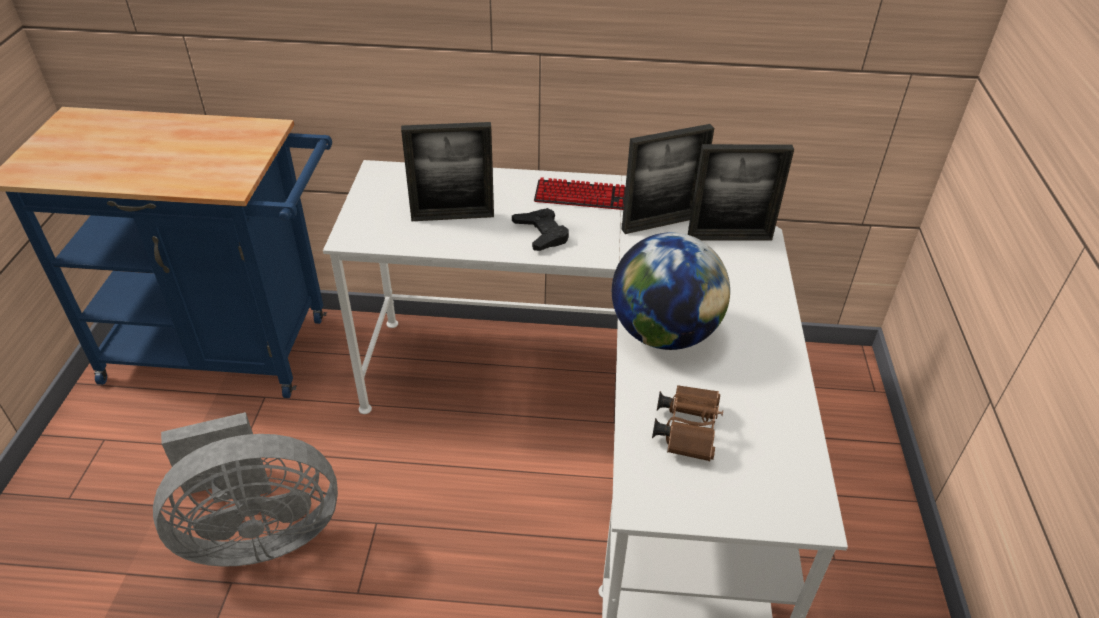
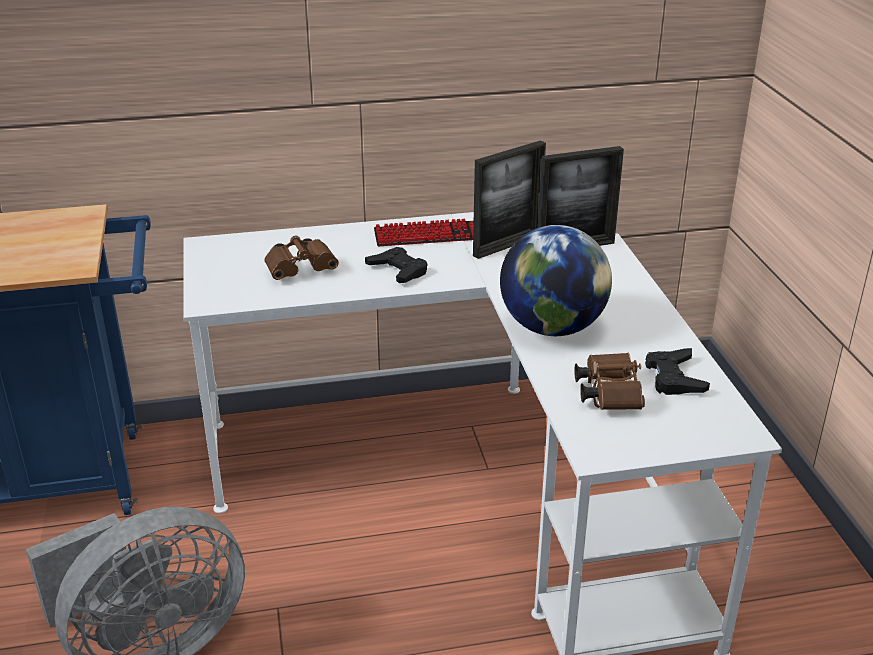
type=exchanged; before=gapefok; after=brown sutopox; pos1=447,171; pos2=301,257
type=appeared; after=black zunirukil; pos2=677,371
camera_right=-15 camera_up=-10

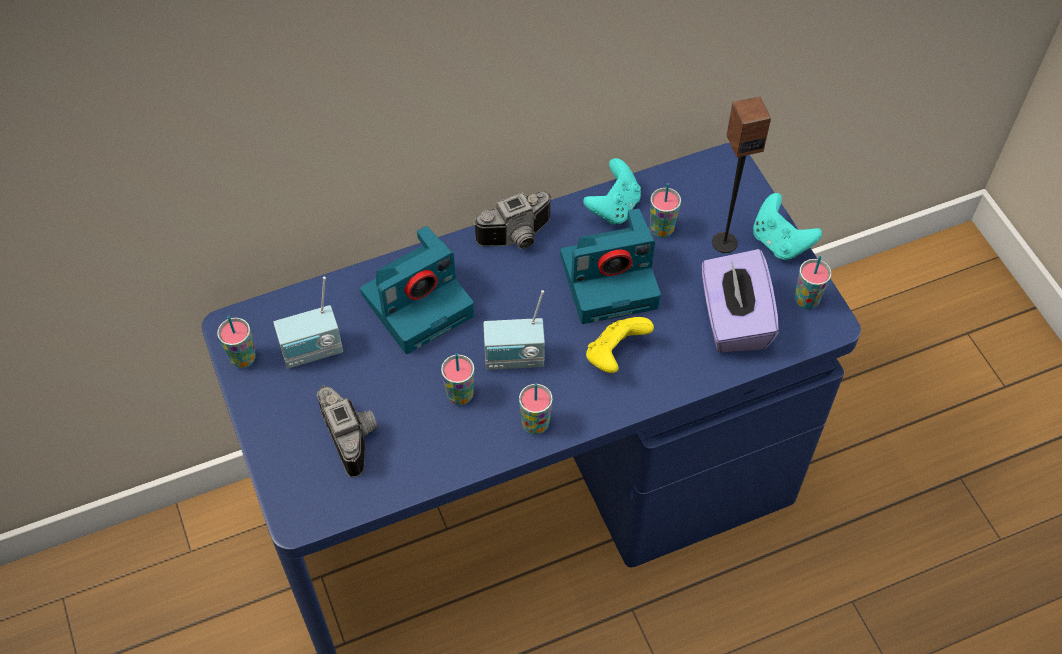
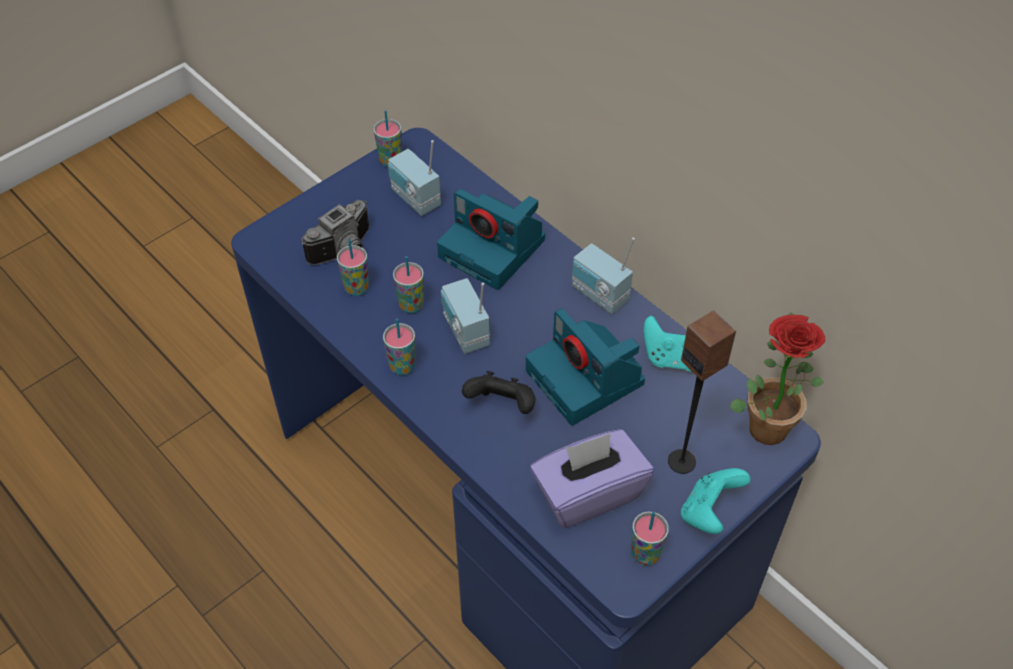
type=exchanged; before=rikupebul; after=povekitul; pos1=512,220; pos2=603,275
type=colour; before=yellow zunirukil; after=black zunirukil; pos1=620,345; pos2=498,392
type=relocated; before=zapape; pos1=665,210; pos2=353,267
type=appeared; after=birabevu; pos2=777,379
camera_right=70 camera_up=-5

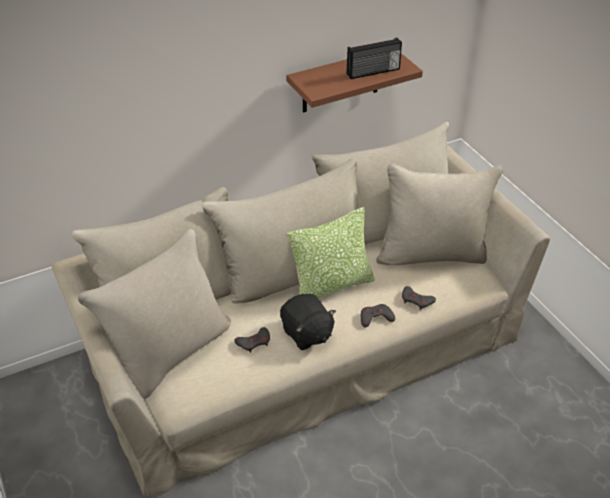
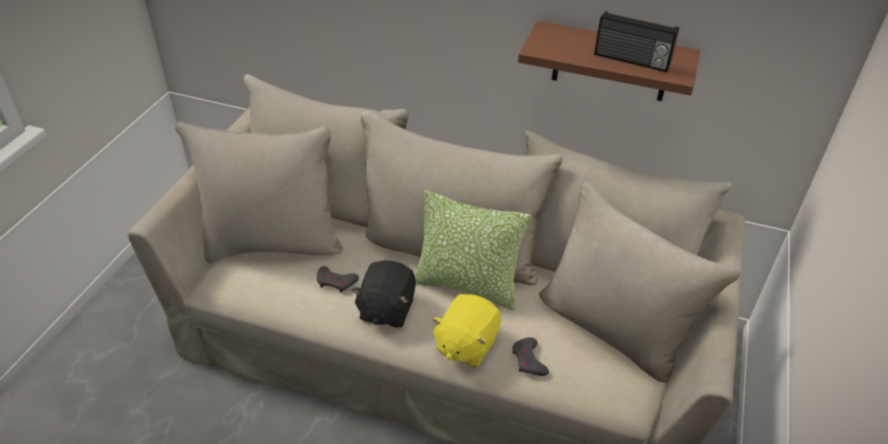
type=exchanged; before=grey zunirukil; after=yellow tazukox; pos1=378,315; pos2=466,330
camera_right=45 camera_up=0

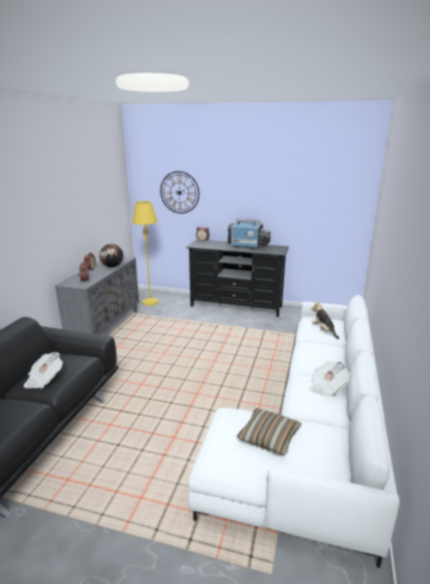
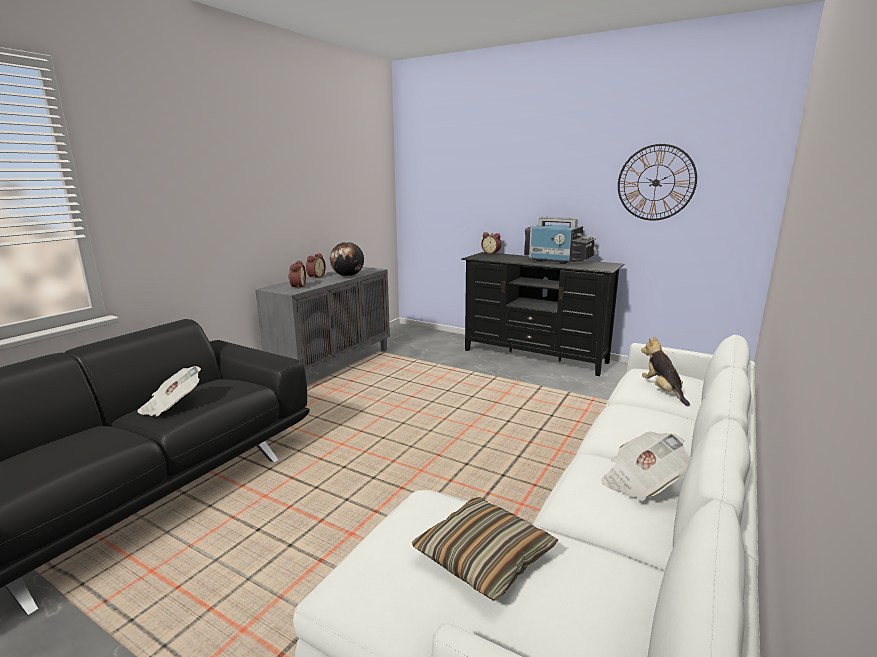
type=missing; before=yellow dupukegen; pos1=145,253
type=relocated; before=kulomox; pos1=179,192; pos2=657,182
camera_right=15 camera_up=-5

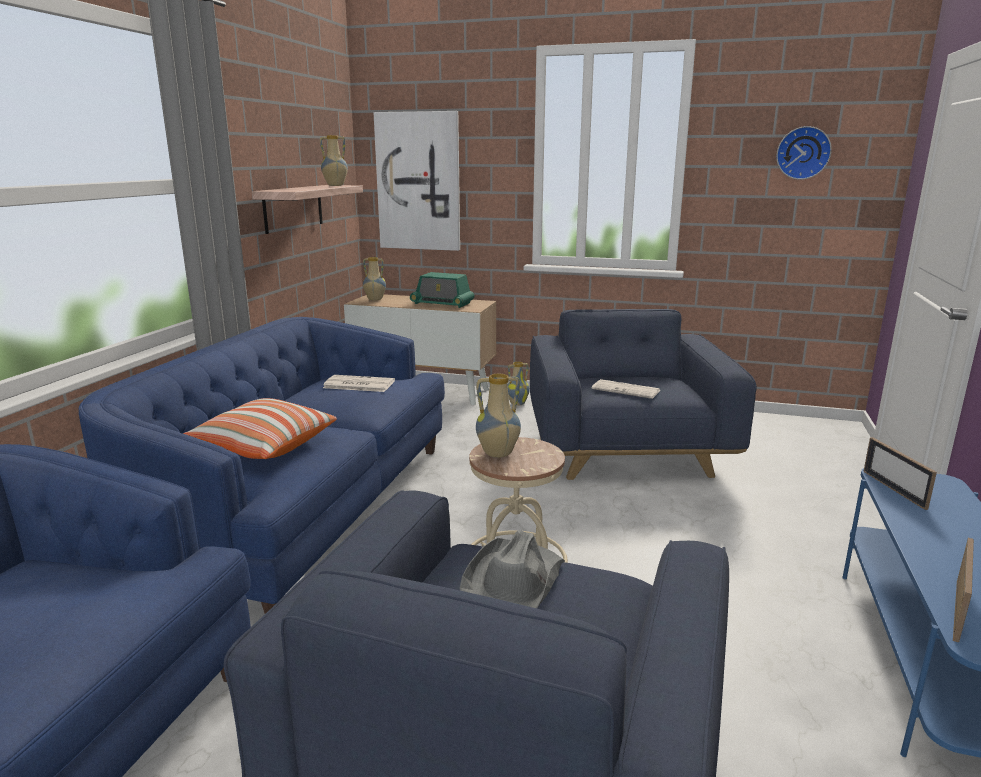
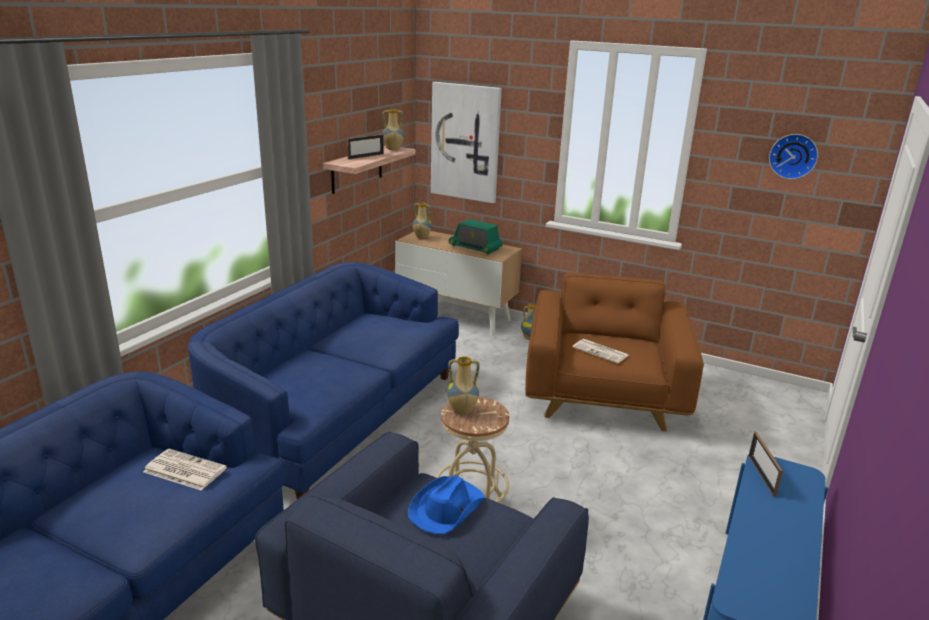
type=missing; before=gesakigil; pos1=260,428
type=relocated; before=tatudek; pos1=359,383; pos2=185,470
type=colour; before=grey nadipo; after=blue nadipo; pos1=512,569; pos2=447,504
type=colour; before=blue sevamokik; after=brown sevamokik; pos1=643,394; pos2=614,351
type=relocated; before=gapefok; pos1=963,590; pos2=365,147
camera_right=10 camera_up=5

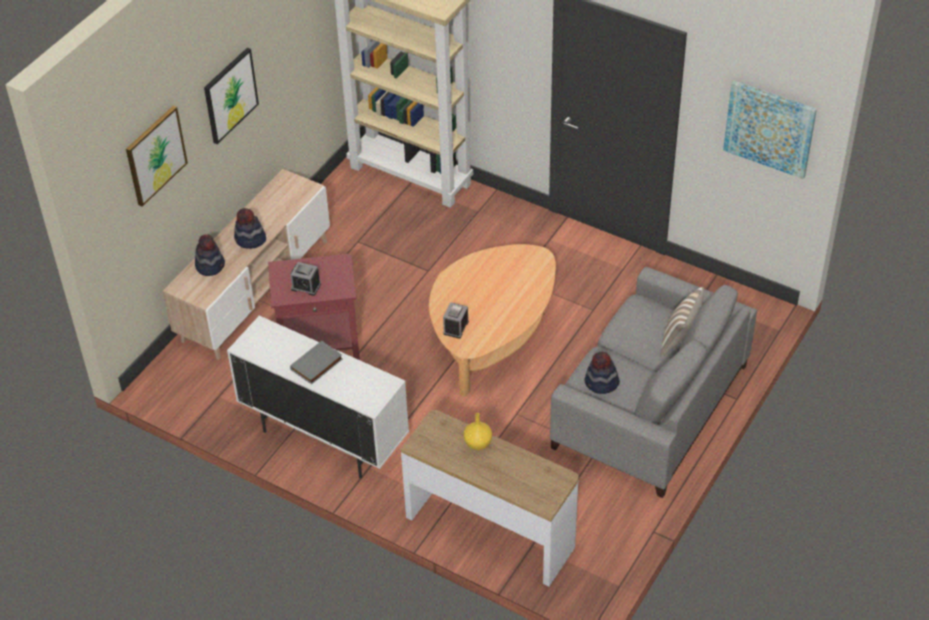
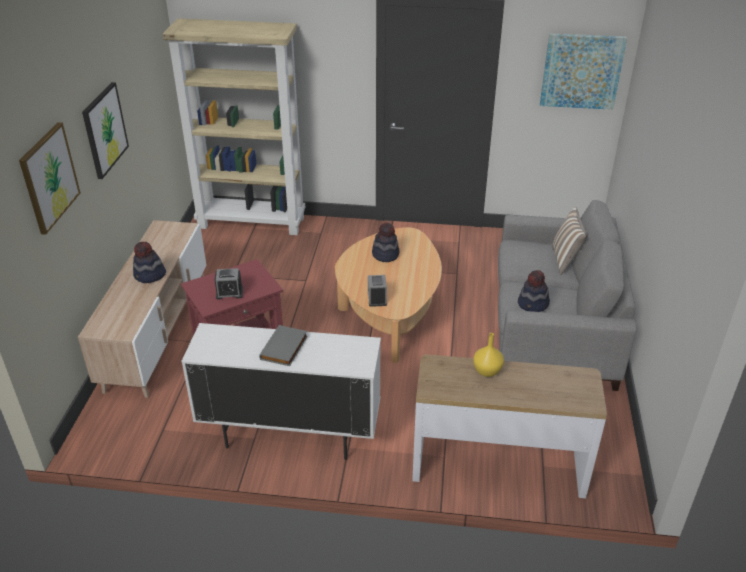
type=relocated; before=nadipo; pos1=210,255; pos2=386,242
camera_right=-25 camera_up=-10

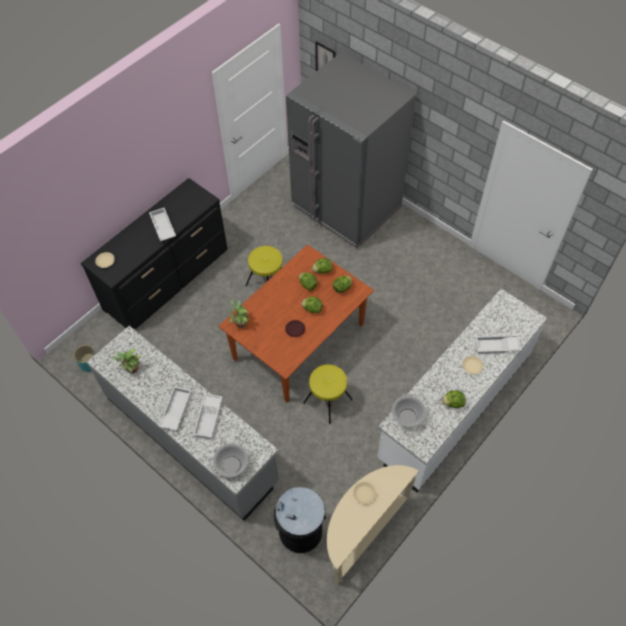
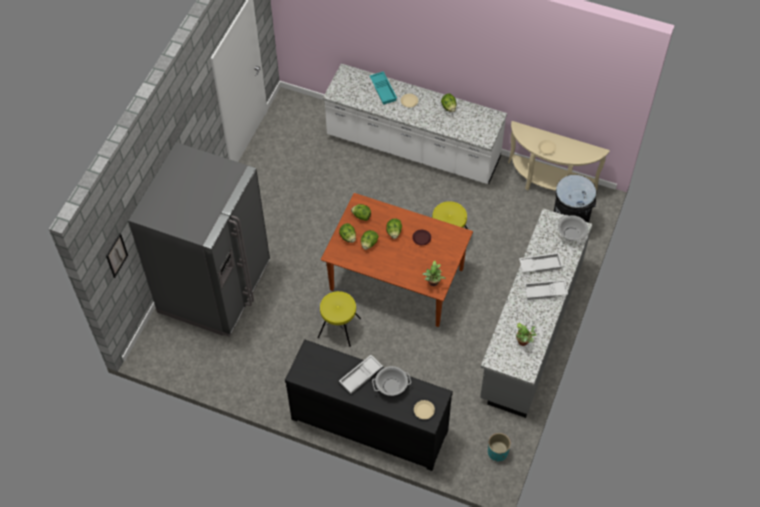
type=relocated; before=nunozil; pos1=409,412; pos2=391,381
type=colour; before=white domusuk; after=turquoise domusuk; pos1=498,344; pos2=383,88
camera_right=-110 camera_up=0

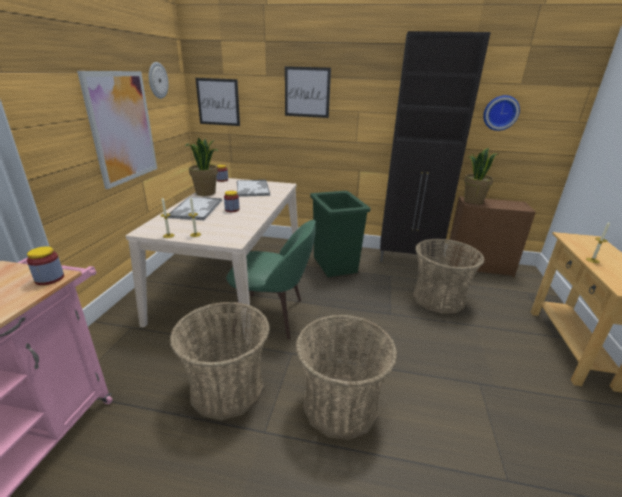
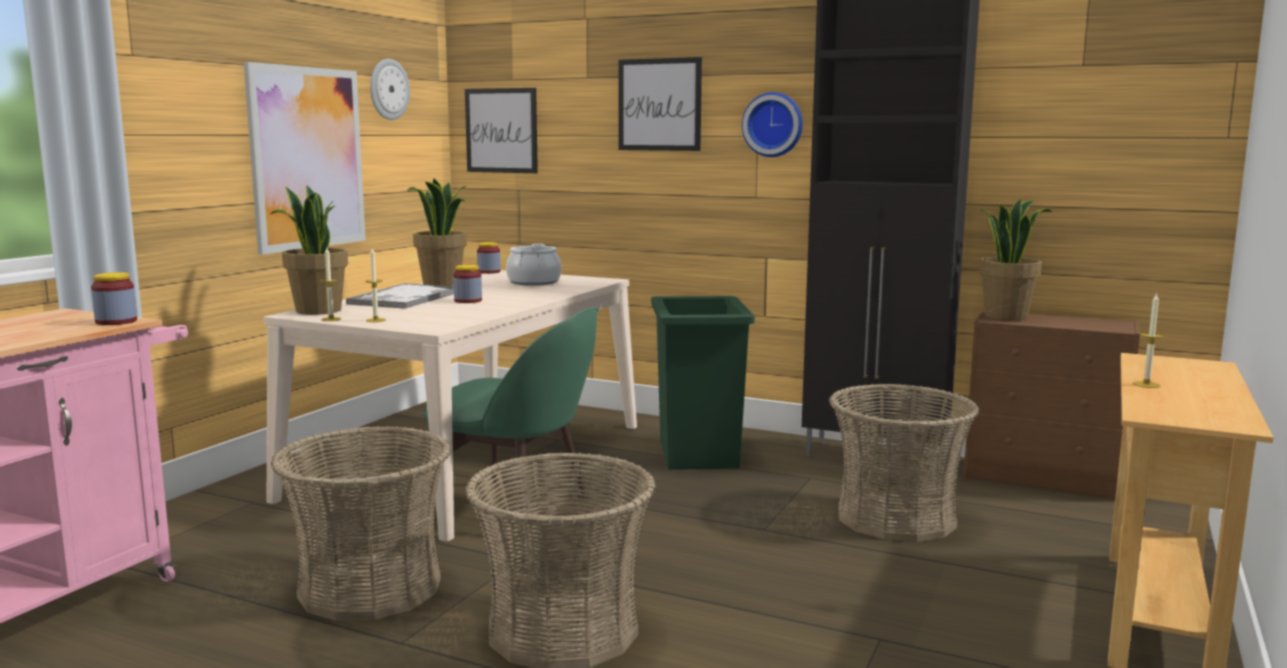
type=exchanged; before=domusuk; after=nunozil; pos1=253,188; pos2=534,265
type=relocated; before=kulomox; pos1=501,113; pos2=772,124
type=appeared; after=birabevu; pos2=309,250
camera_right=15 camera_up=-15

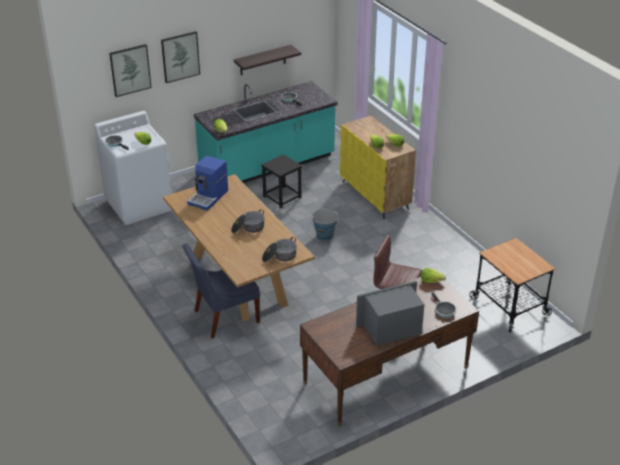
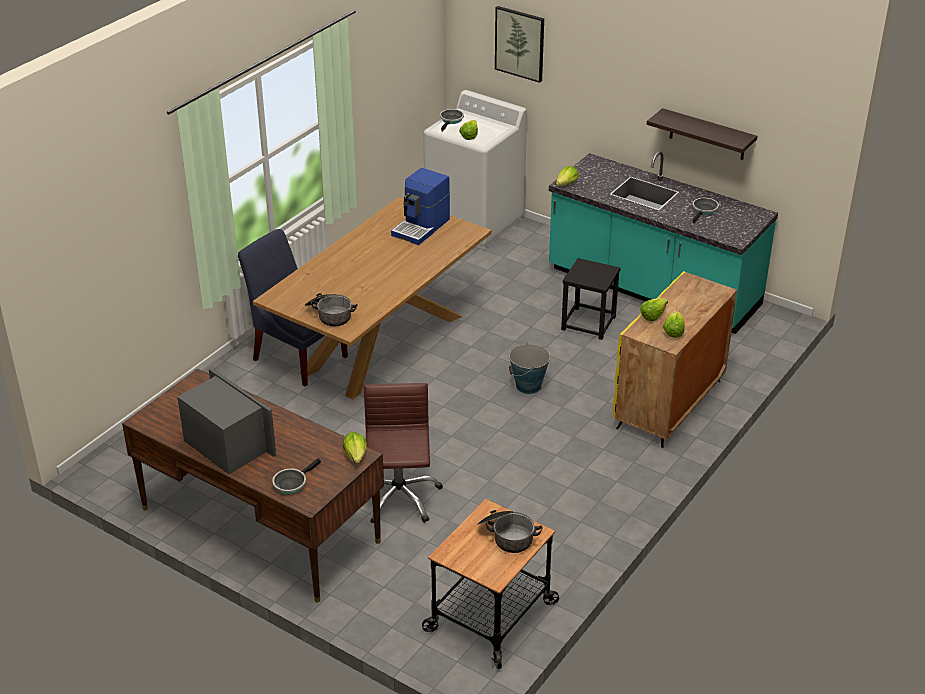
type=missing; before=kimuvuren; pos1=180,57
type=spun; before=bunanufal; pos1=207,183; pos2=420,206; turn=-60
type=relocated; before=nunozil; pos1=248,221; pos2=510,531
camera_right=65 camera_up=0

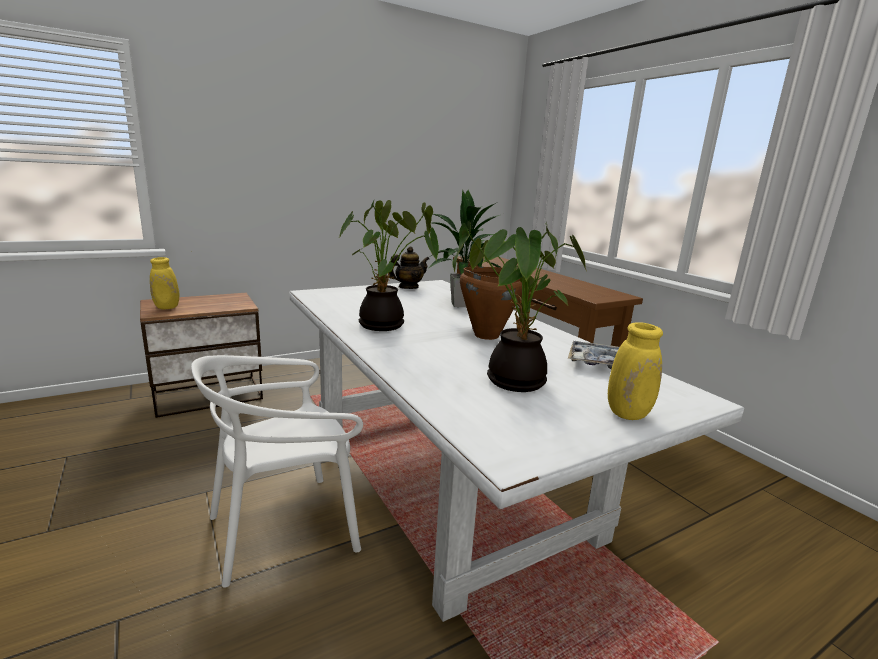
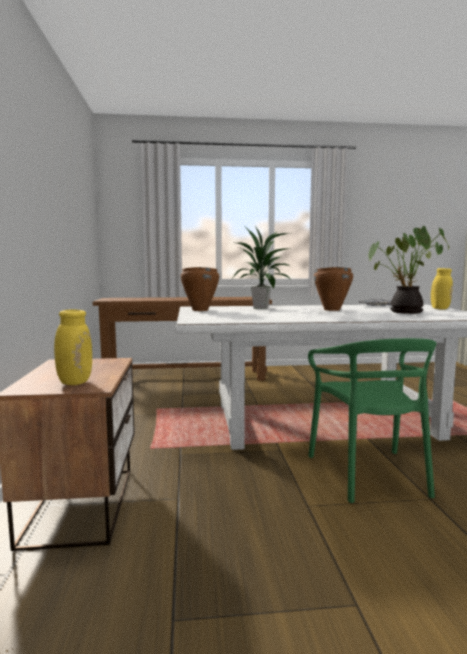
type=colour; before=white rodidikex; after=green rodidikex; pos1=277,471; pos2=372,420
type=missing; before=birabevu; pos1=388,265
type=exchanged; before=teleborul; after=brown nunozil; pos1=409,267; pos2=200,289
camera_right=-65 camera_up=-10

